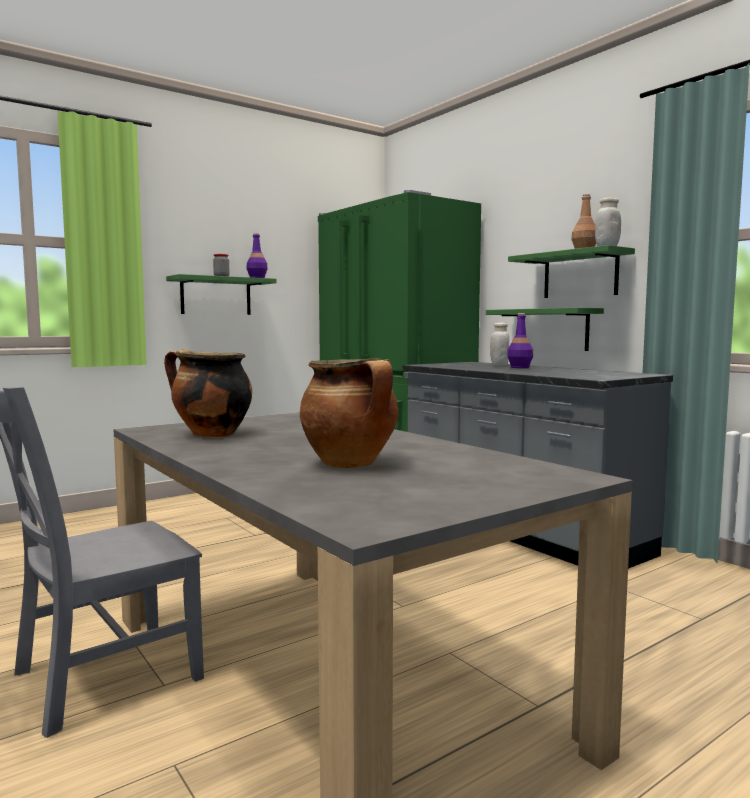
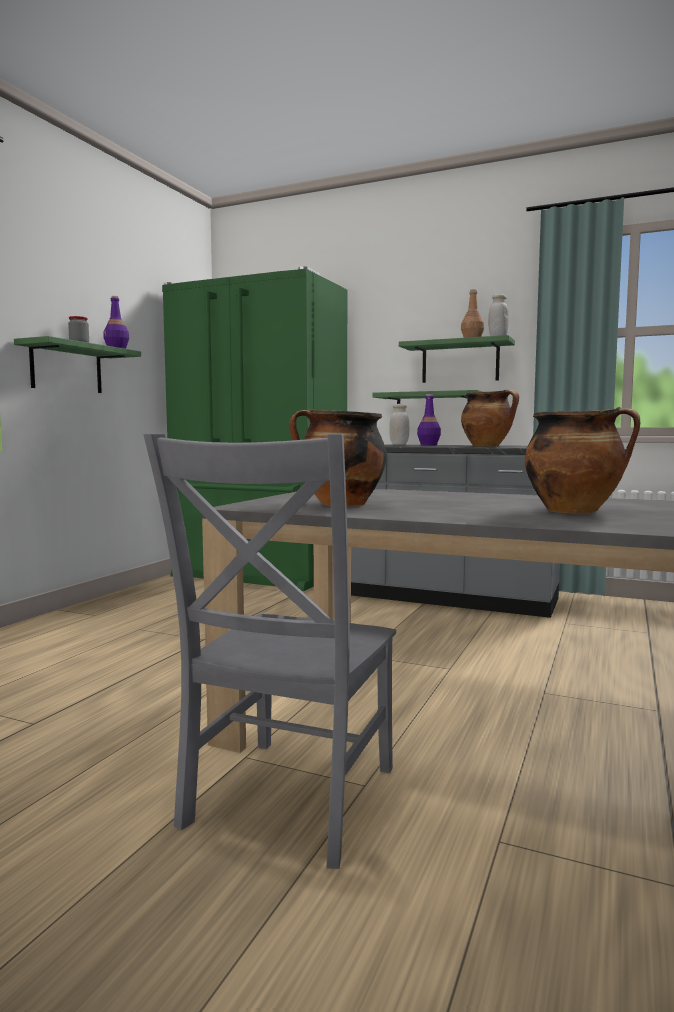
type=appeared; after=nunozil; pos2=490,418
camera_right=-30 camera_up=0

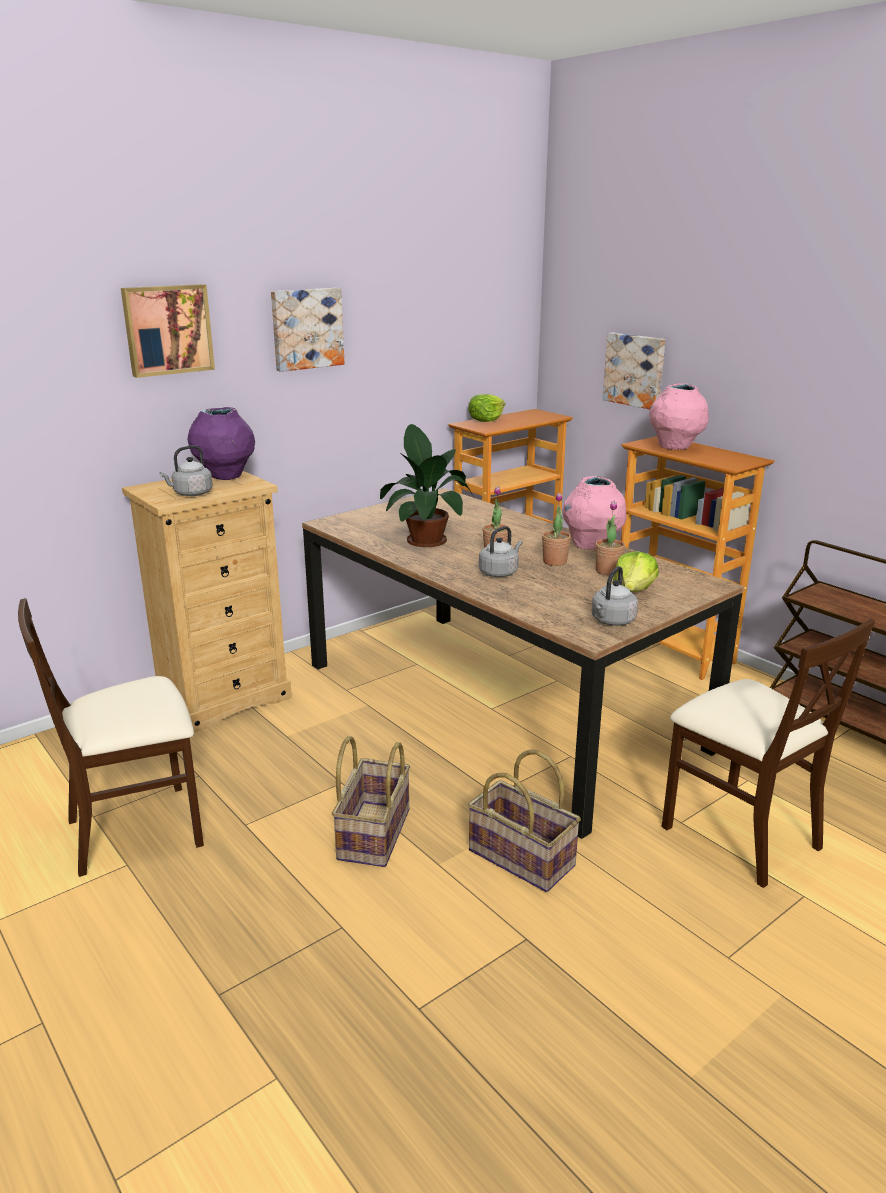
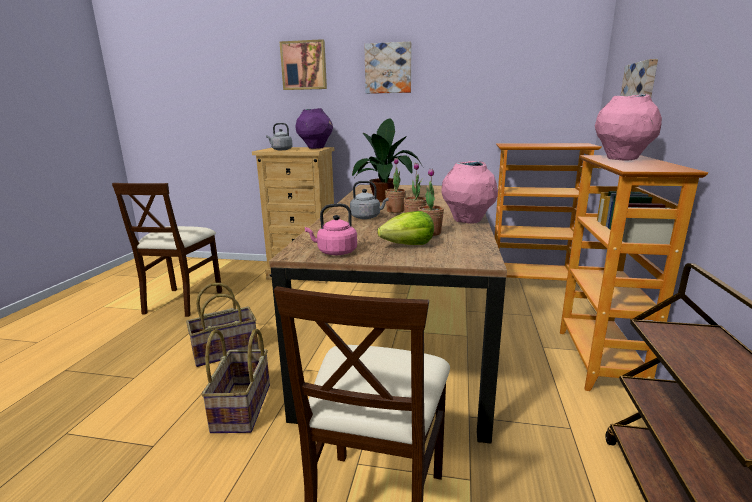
type=spun; before=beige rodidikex; pos1=111,737; pos2=167,250; turn=-105
type=missing; before=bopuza; pos1=486,408
type=colour; before=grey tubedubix; after=pink tubedubix; pos1=615,596; pos2=331,229
camera_right=50 camera_up=-5

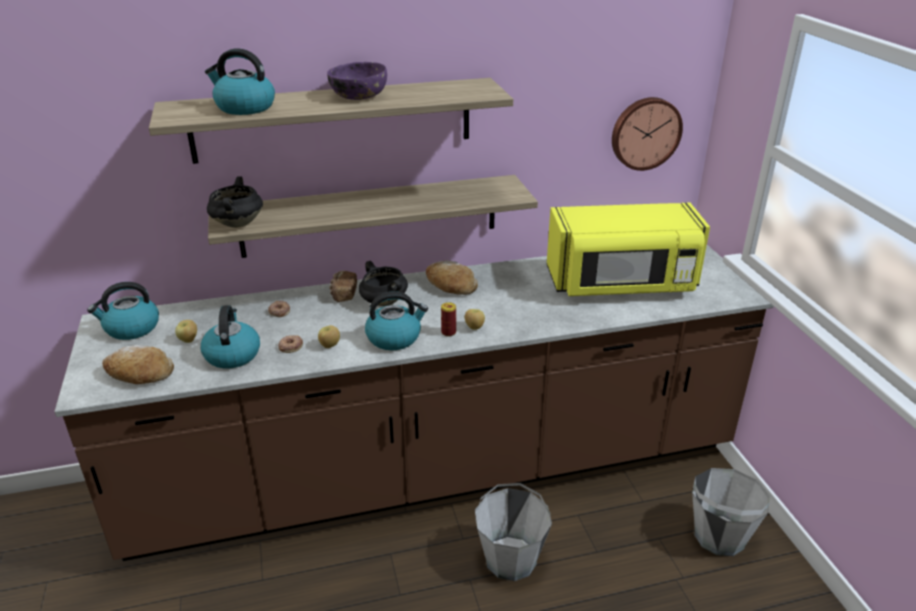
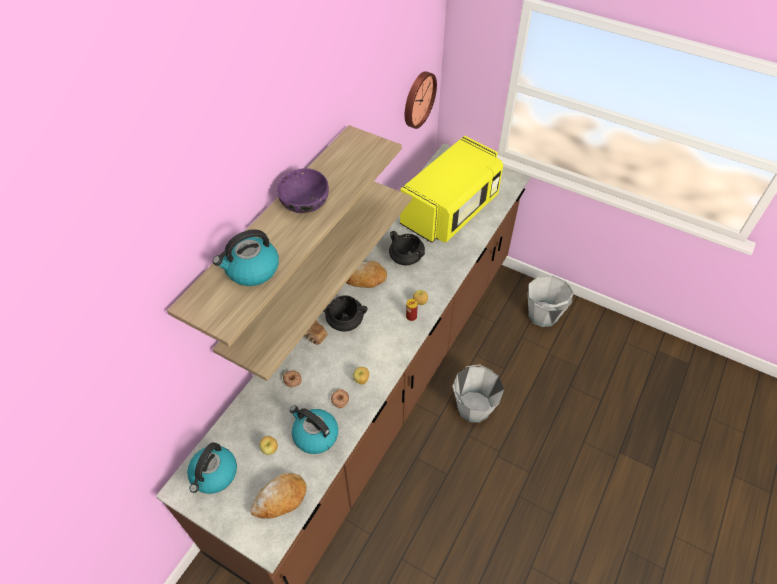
type=relocated; before=black nunozil; pos1=235,202; pos2=407,248
type=missing; before=tubedubix; pos1=396,320
camera_right=-45 camera_up=20

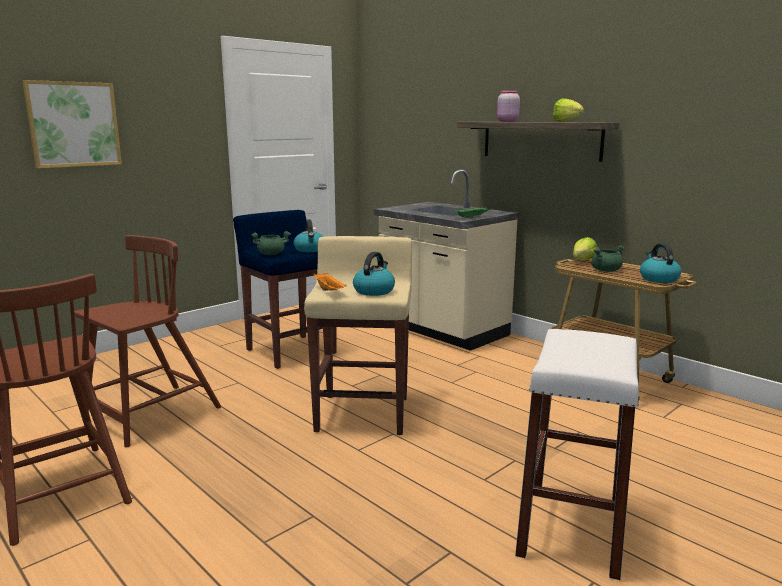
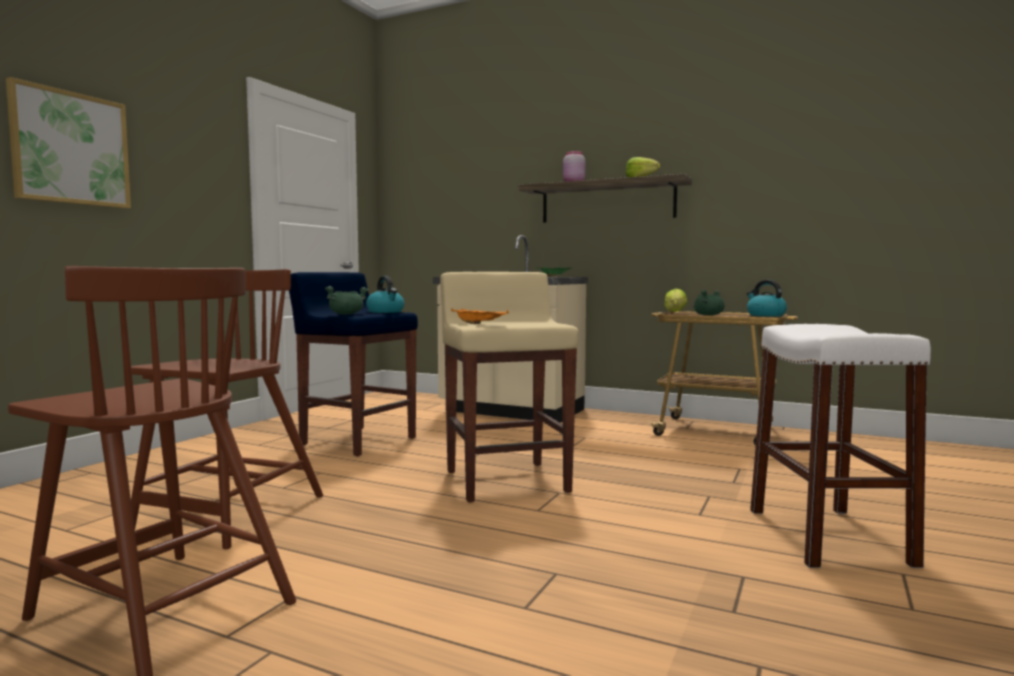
type=missing; before=tubedubix; pos1=374,274
camera_right=-20 camera_up=-10

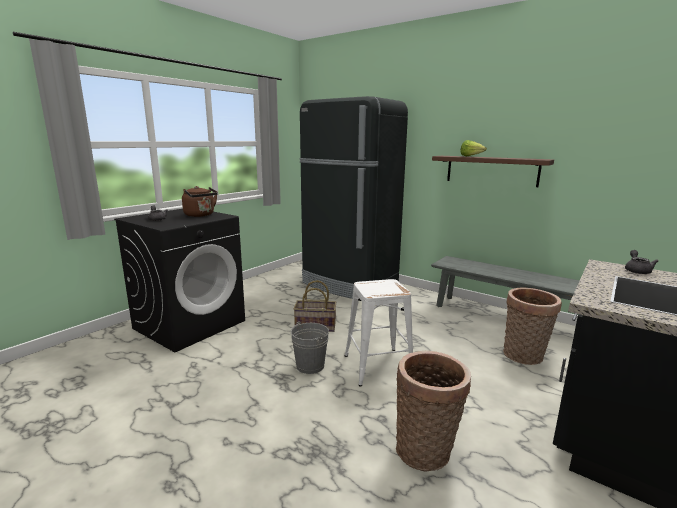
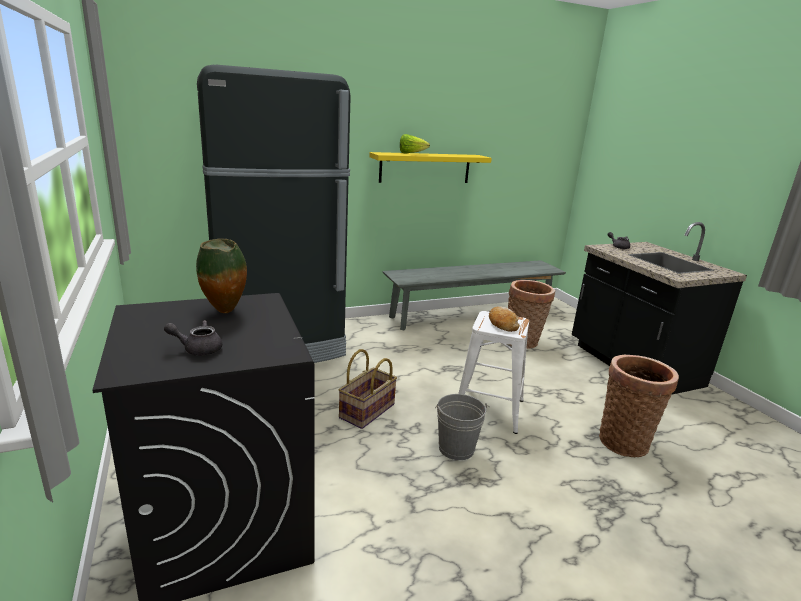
type=exchanged; before=brown tubedubix; after=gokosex; pos1=200,201; pos2=221,276
type=colour; before=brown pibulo; after=yellow pibulo; pos1=493,171; pos2=430,167
type=appeared; after=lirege; pos2=504,319
camera_right=-60 camera_up=5

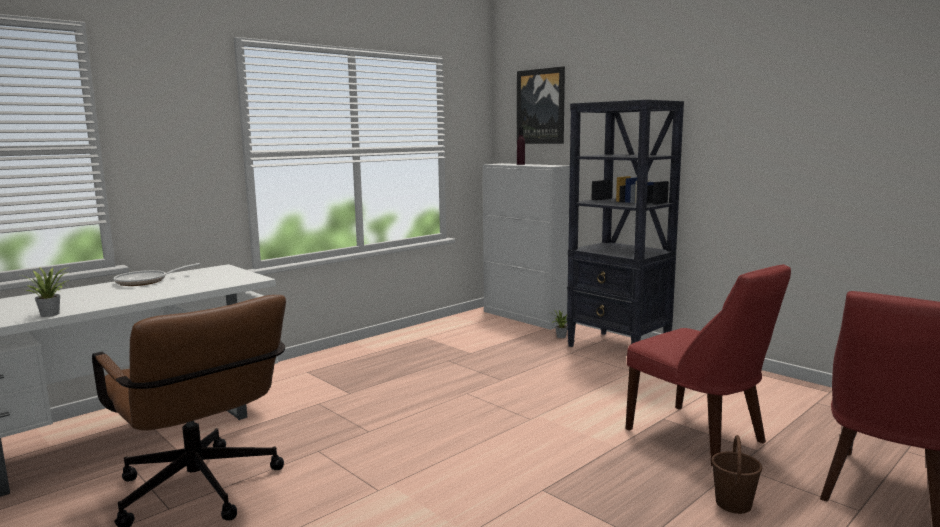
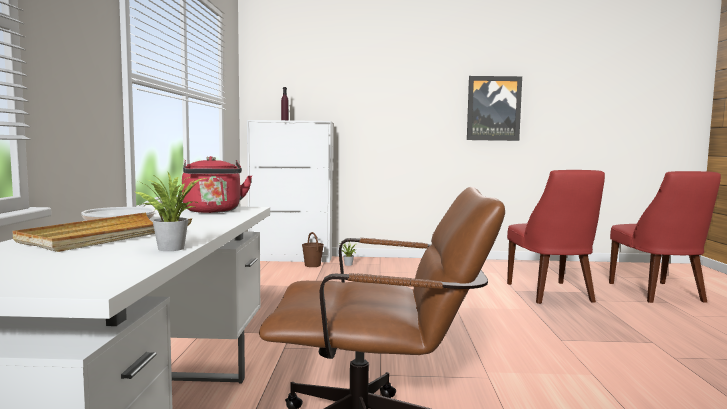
type=relocated; before=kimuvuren; pos1=541,105; pos2=494,108
type=missing; before=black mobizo; pos1=625,223
type=spun; before=red rodidikex; pos1=708,365; pos2=556,237; turn=75
type=relocated; before=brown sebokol; pos1=737,474; pos2=313,249
type=appeared; after=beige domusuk; pos2=102,232
type=appeared; after=red tubedubix; pos2=217,184
camera_right=-45 camera_up=-5

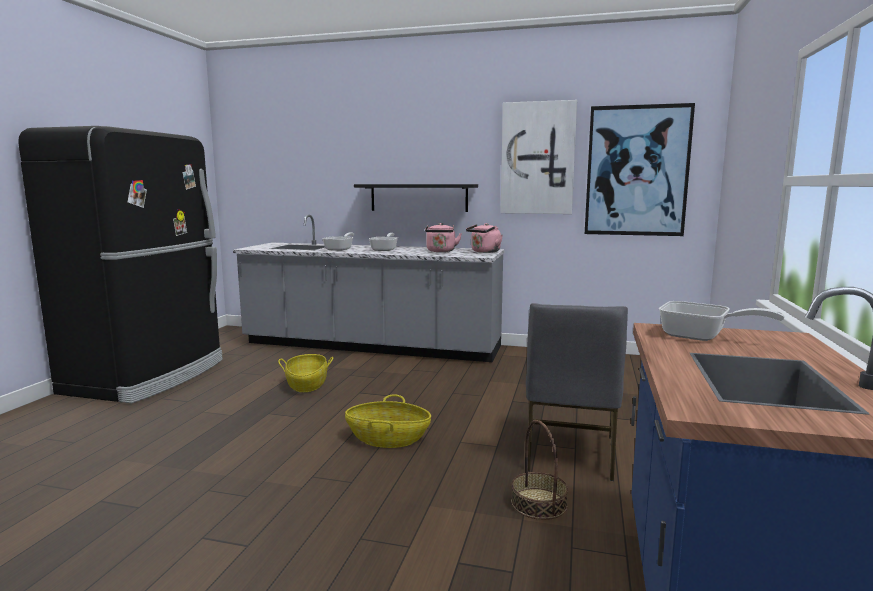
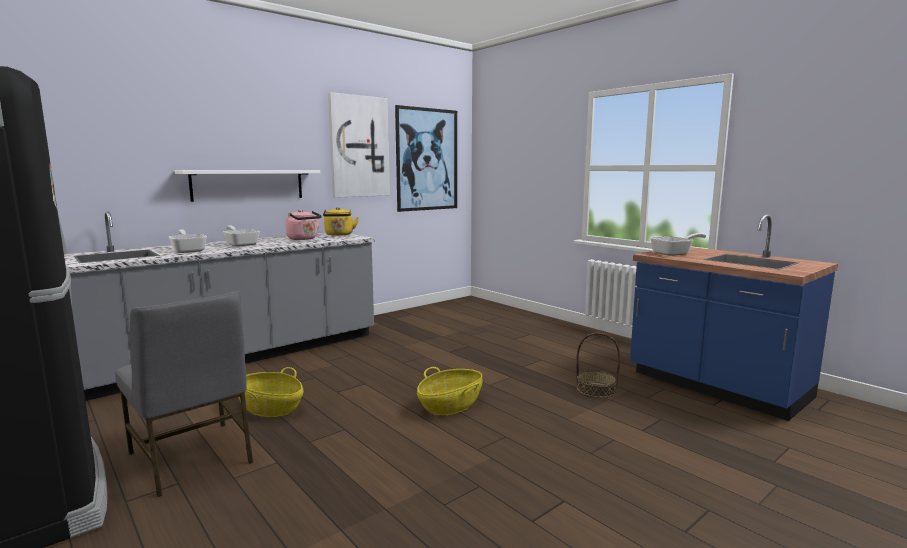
type=colour; before=black pibulo; after=white pibulo; pos1=416,198; pos2=247,186
type=colour; before=pink tubedubix; after=yellow tubedubix; pos1=484,238; pos2=341,221
type=relocated; before=grey rodidikex; pos1=577,392; pos2=184,394
camera_right=-55 camera_up=0

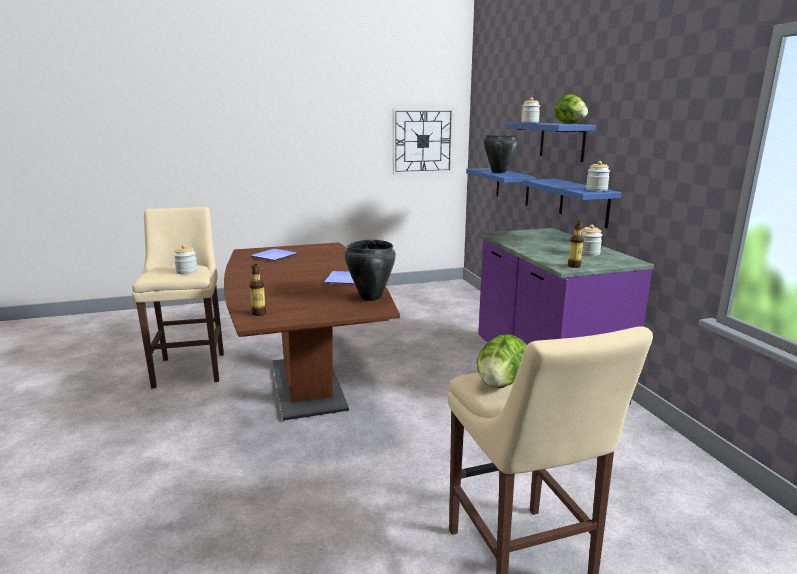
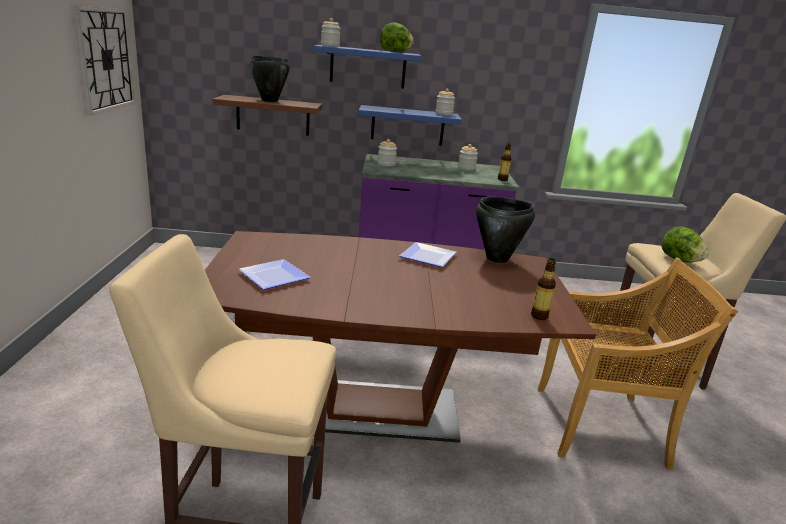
type=relocated; before=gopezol; pos1=186,259; pos2=387,152
type=colour; before=blue pibulo; after=brown pibulo; pos1=501,187; pos2=267,115
type=appeared; after=beige rodidikex; pos2=637,363
camera_right=-75 camera_up=5

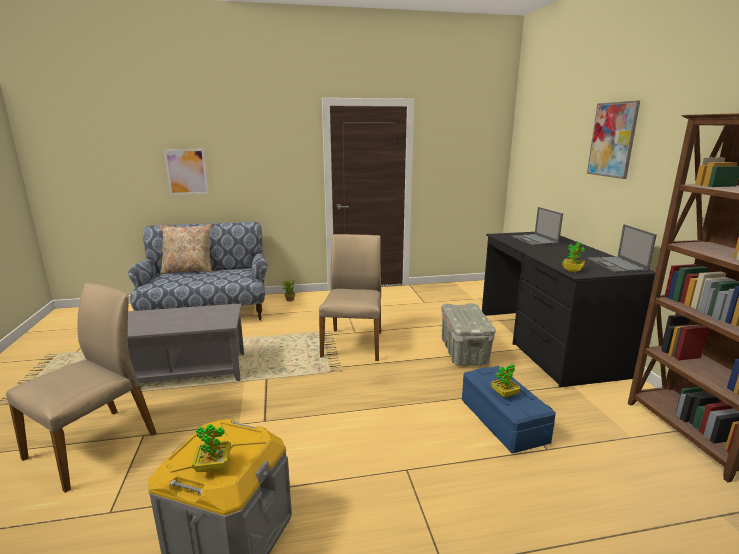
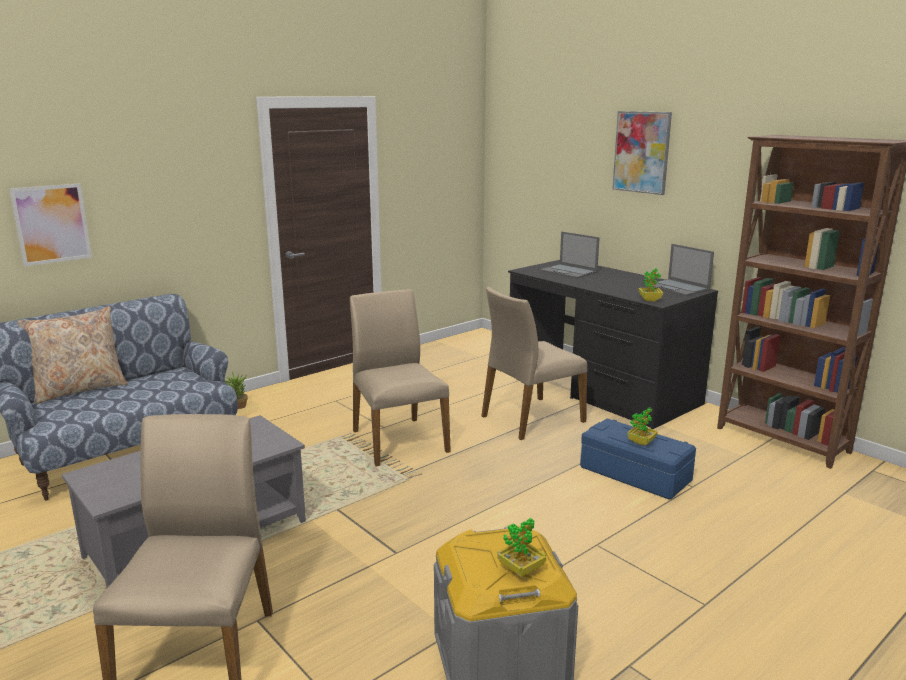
type=exchanged; before=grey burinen; after=beige rodidikex; pos1=468,335; pos2=534,363
camera_right=-30 camera_up=0

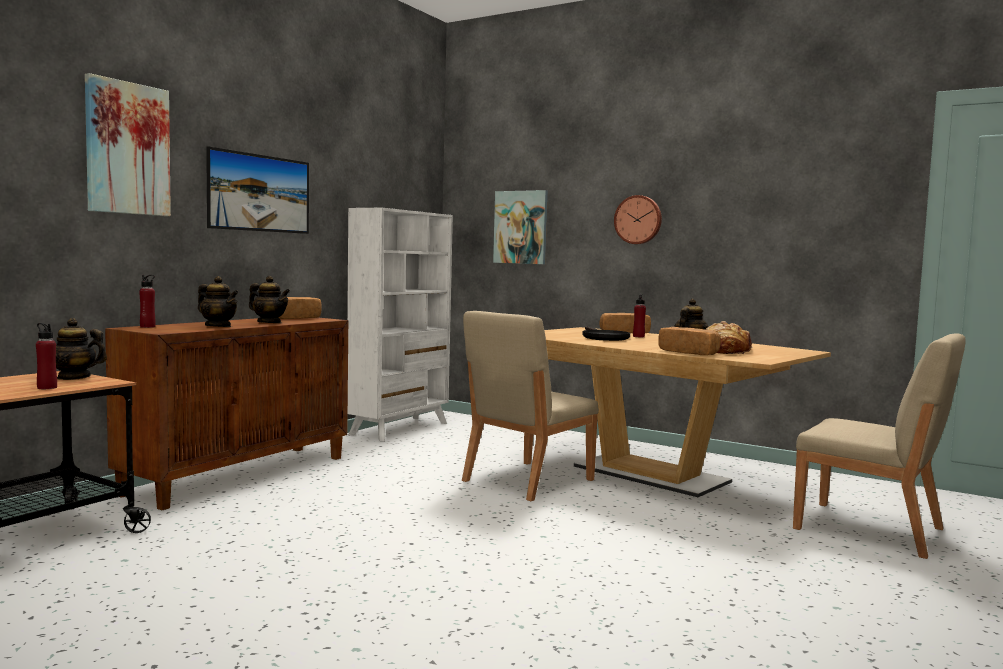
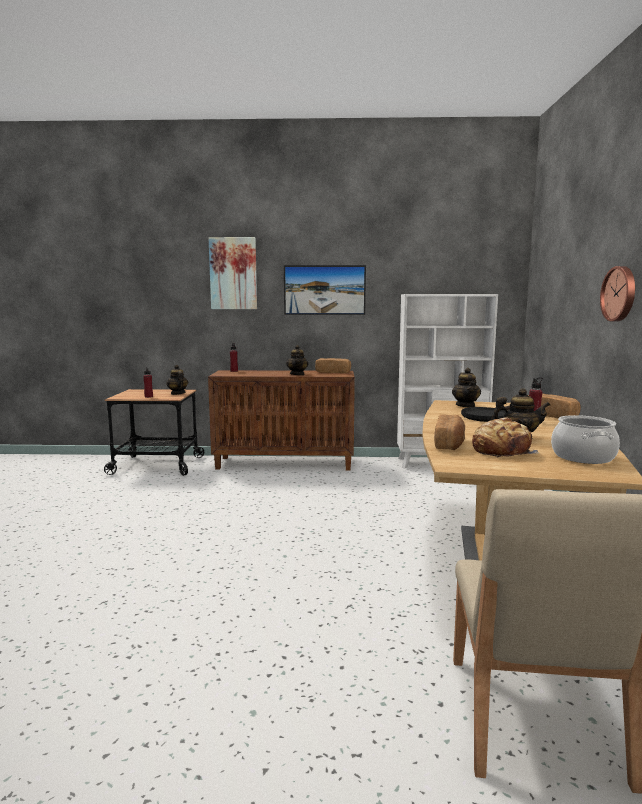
type=relocated; before=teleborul; pos1=218,301; pos2=466,387
type=missing; before=beige rodidikex; pos1=530,406
type=missing; before=kimuvuren; pos1=520,227
type=appeared; after=nunozil; pos2=585,439
camera_right=60 camera_up=5

